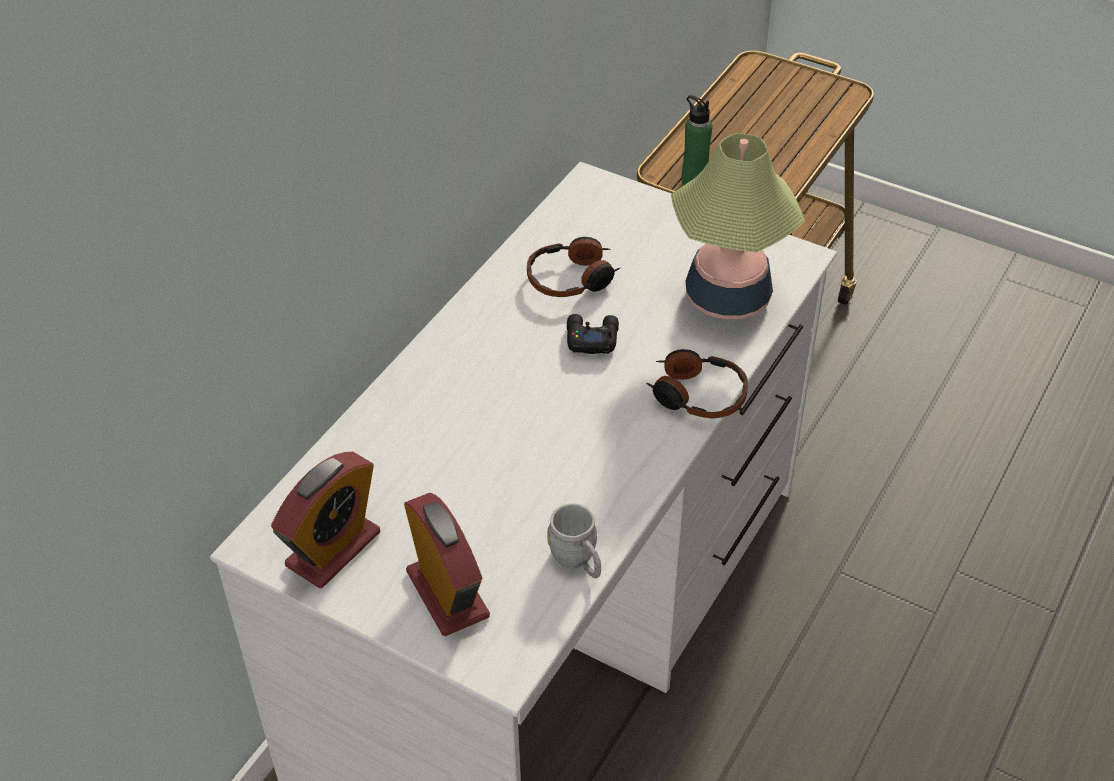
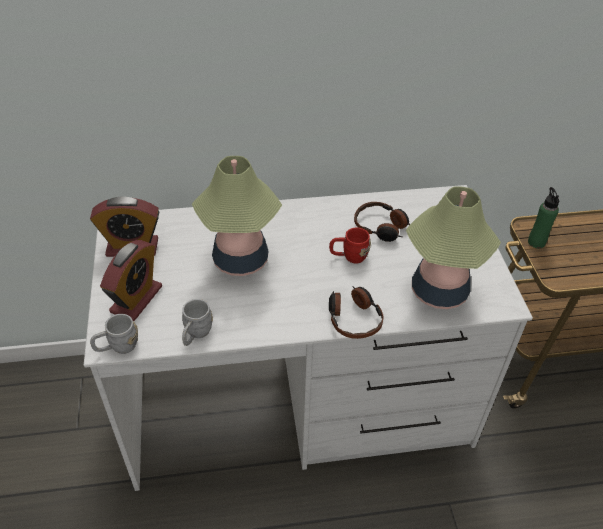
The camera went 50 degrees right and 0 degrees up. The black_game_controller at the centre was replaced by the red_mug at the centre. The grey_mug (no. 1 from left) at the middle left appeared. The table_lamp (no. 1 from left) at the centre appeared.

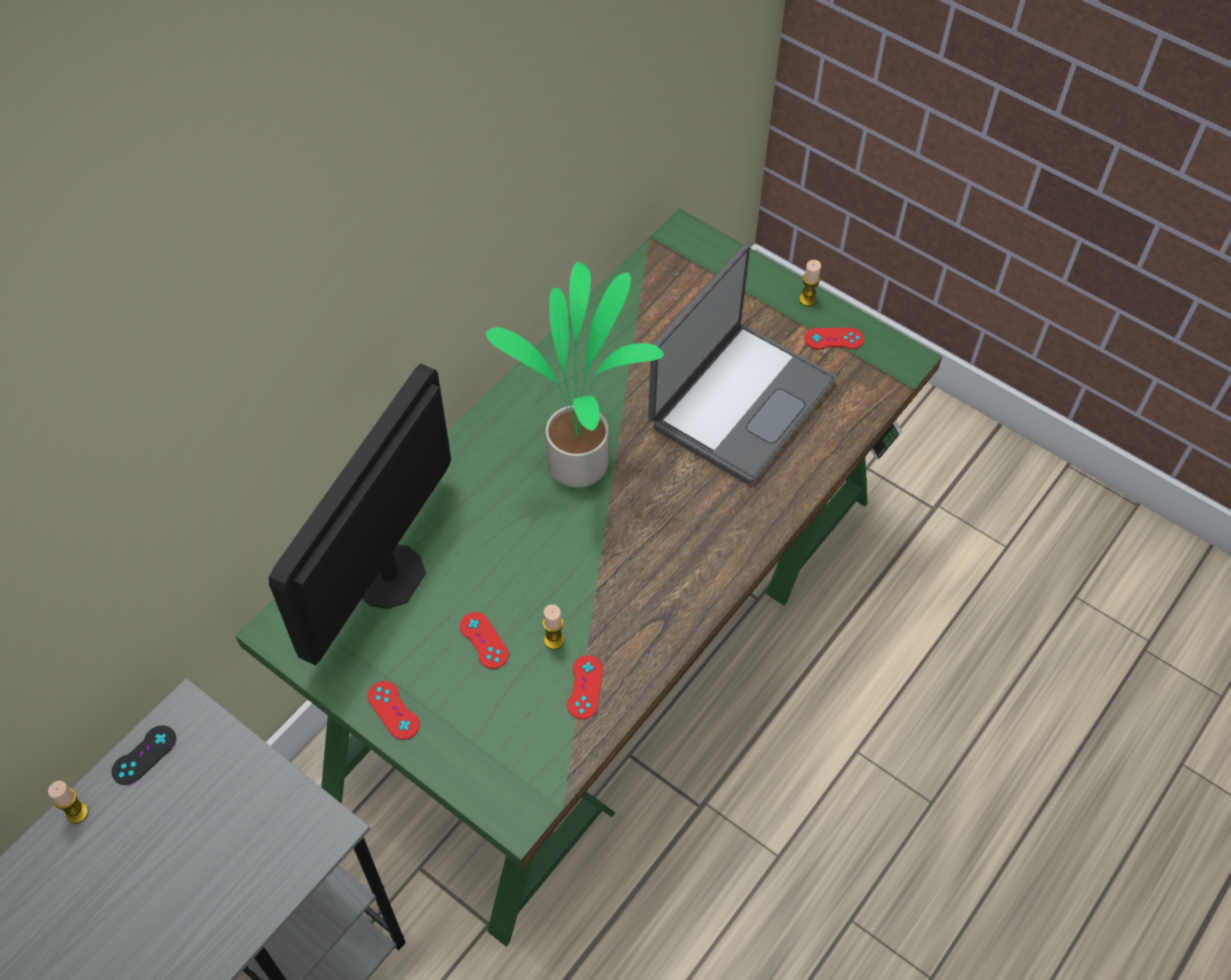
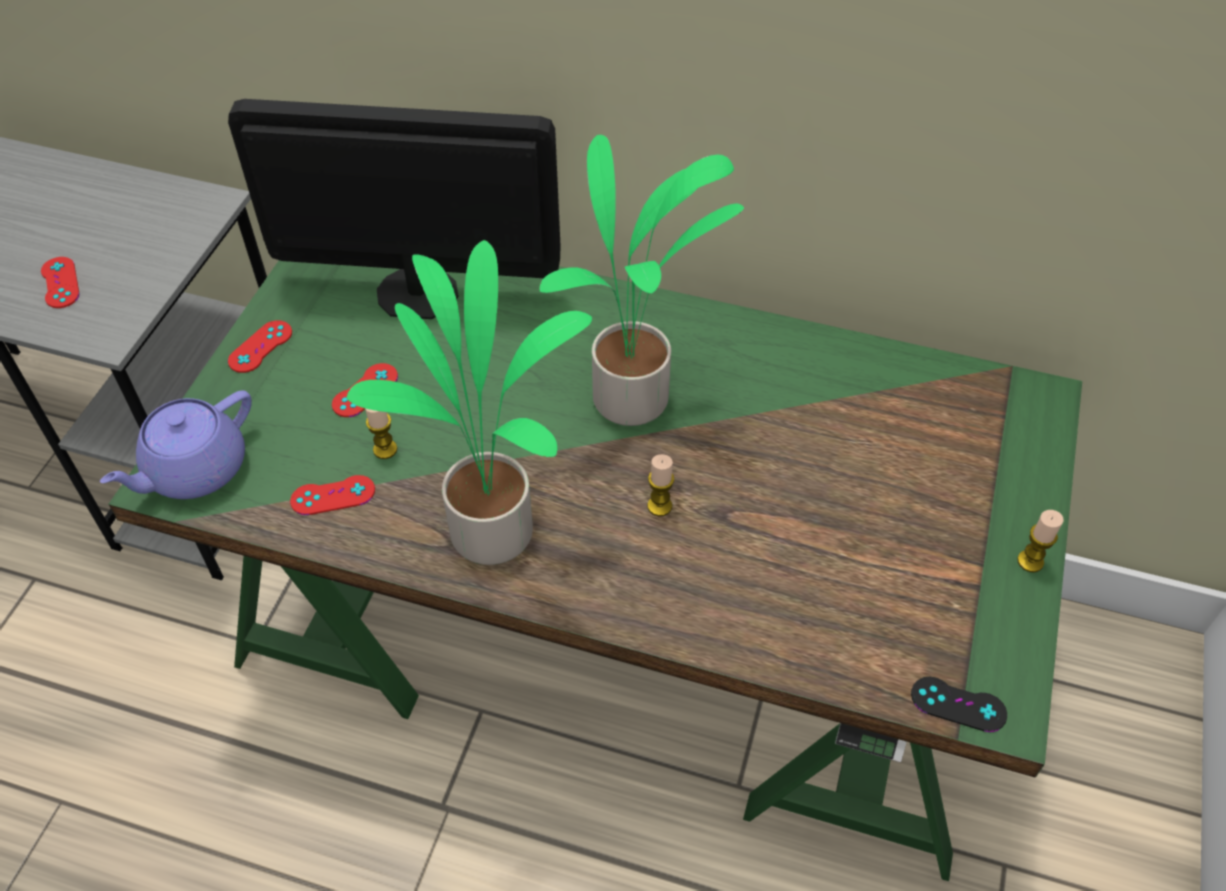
The camera went 70 degrees right and 5 degrees down. The candle (no. 1 from left in the first image) moved from the bottom left to the centre. The black_game_controller moved from the bottom left to the bottom right. The laptop at the centre disappeared. The red_game_controller (no. 4 from left in the first image) moved from the middle right to the top left. The purple_teapot at the middle left appeared. The potted_plant (no. 1 from left) at the centre appeared.

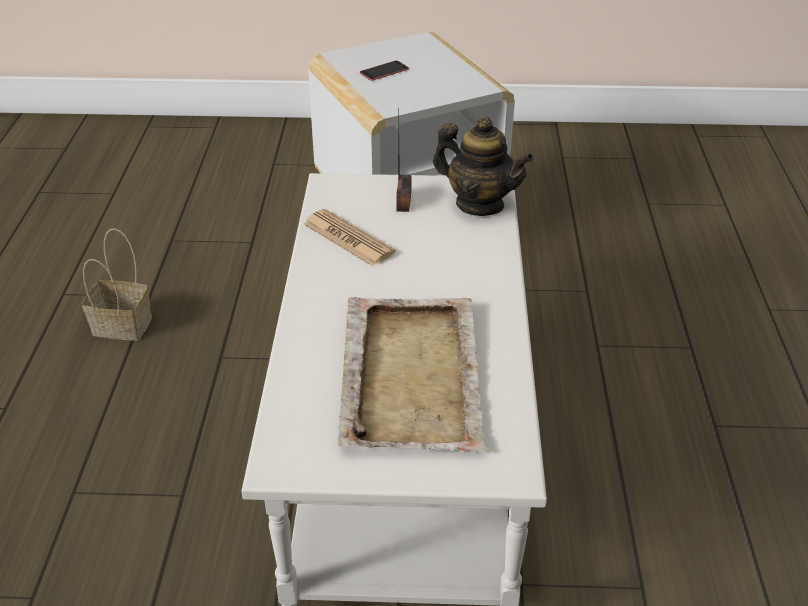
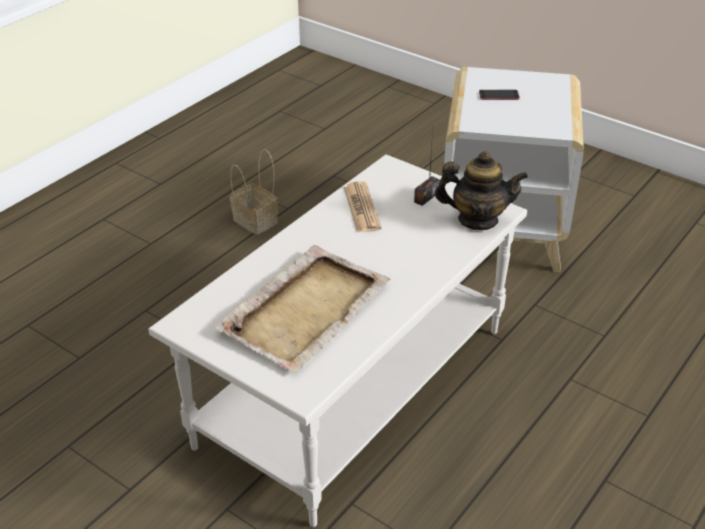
The camera went 35 degrees right and 0 degrees up. The teapot at the top centre turned 60 degrees counterclockwise.

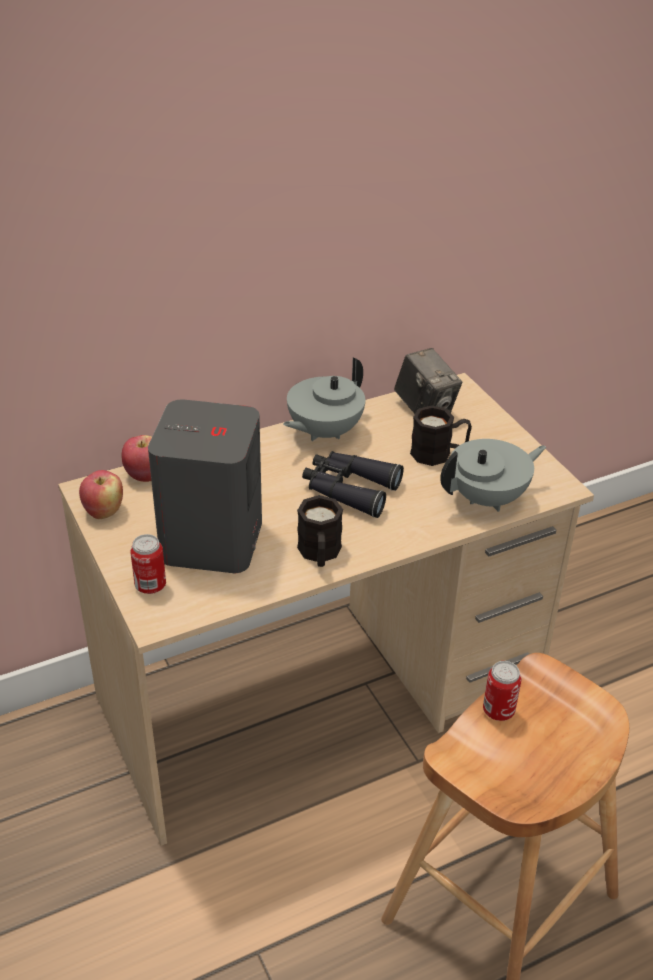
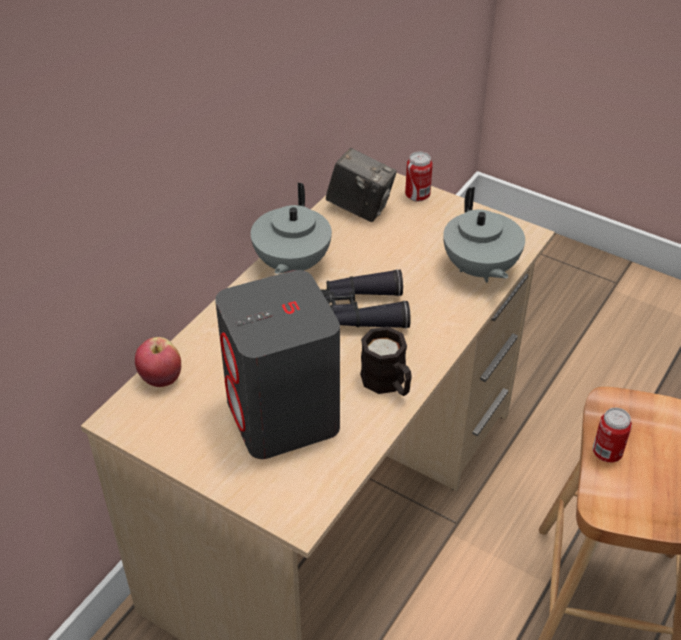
The camera went 30 degrees left and 5 degrees up. The apple (no. 1 from left) at the middle left disappeared. The can (no. 1 from left) moved from the middle left to the top centre. The black_mug (no. 2 from left) at the middle right disappeared. The grey_teapot (no. 2 from left) at the middle right turned 135 degrees clockwise.

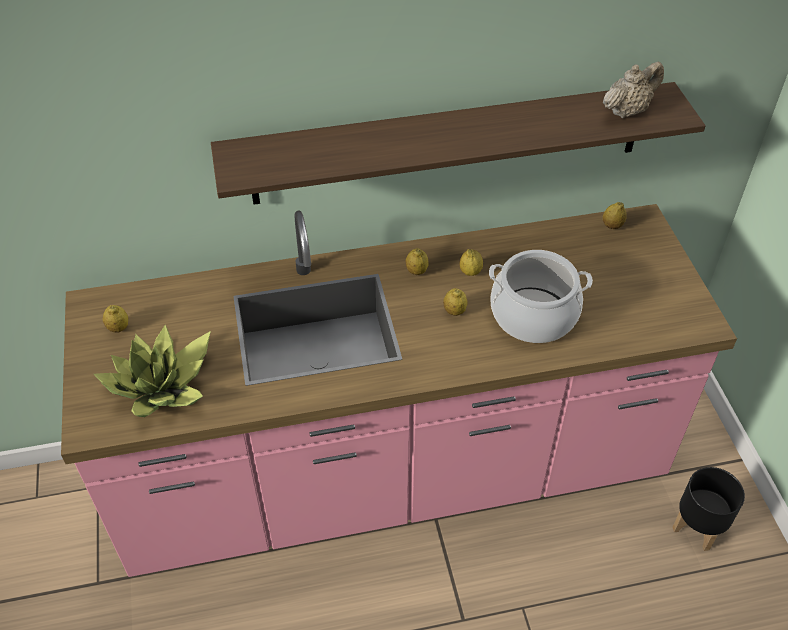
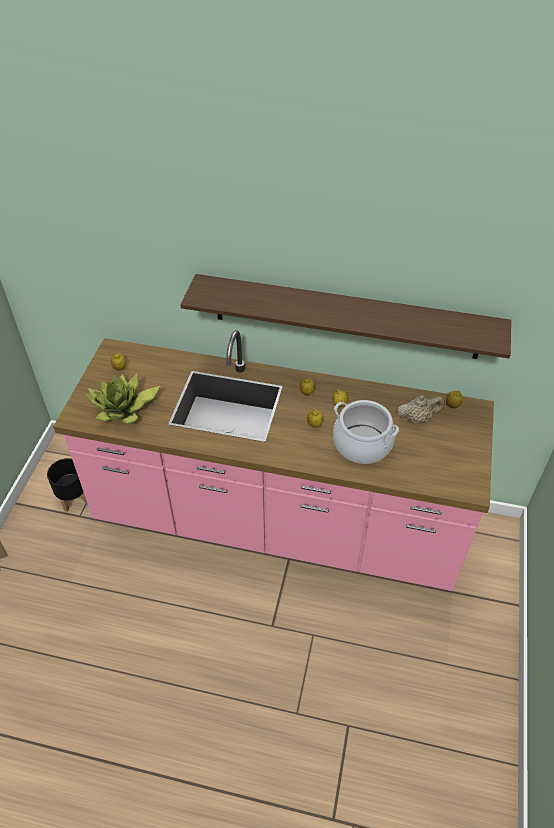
The camera went 25 degrees right and 0 degrees up. The beige_teapot moved from the top right to the middle right. The black_planter moved from the bottom right to the middle left.

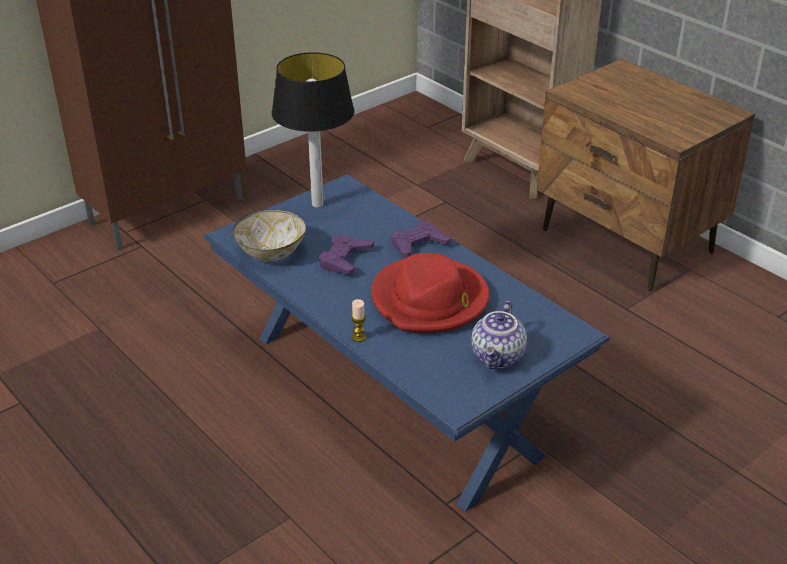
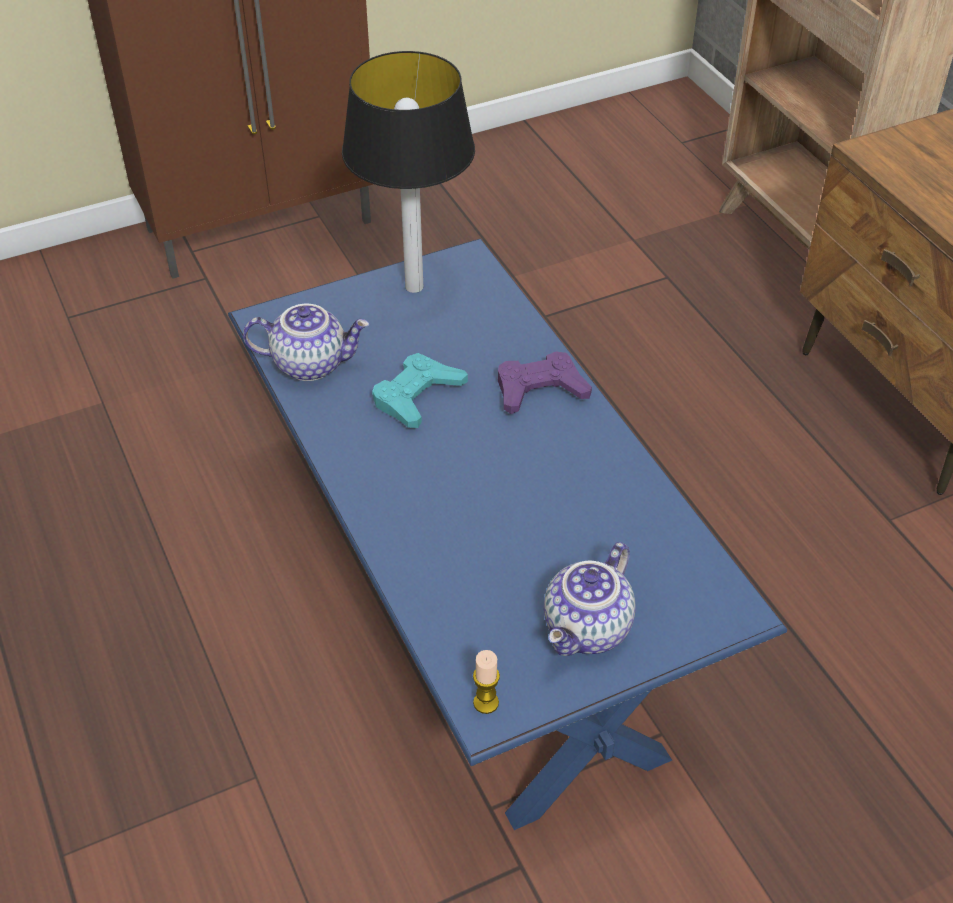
The camera went 15 degrees right and 10 degrees up. The bowl at the centre was replaced by the teapot (no. 1 from left) at the middle left. The purple_game_controller (no. 1 from left) at the centre became the turquoise_game_controller at the centre. The candle moved from the centre to the bottom centre. The red_hat at the centre disappeared.

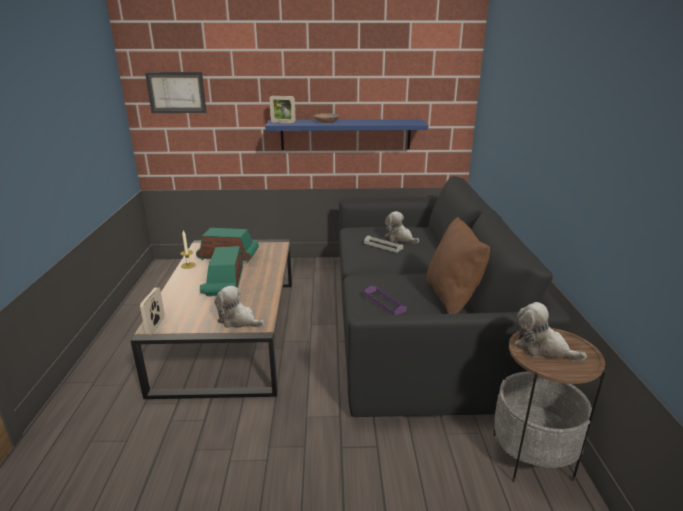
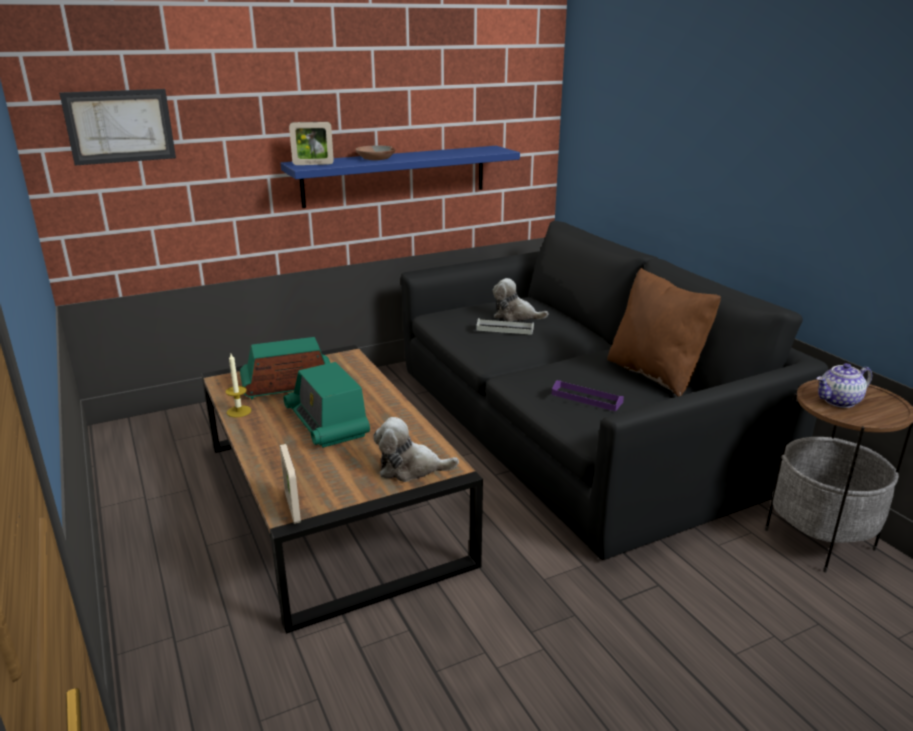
The camera went 25 degrees left and 0 degrees up. The plush_toy (no. 3 from left) at the middle right was replaced by the teapot at the middle right.

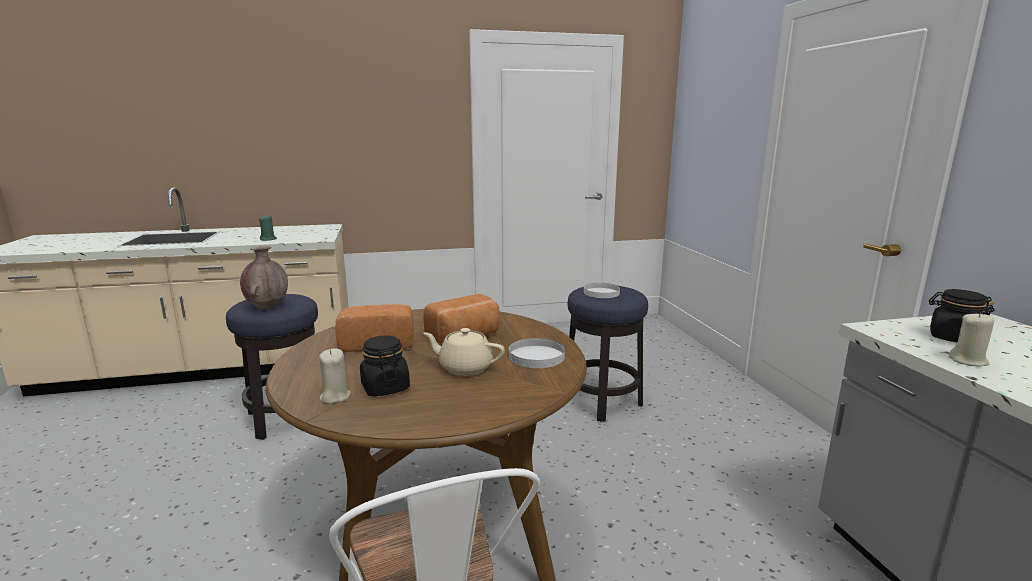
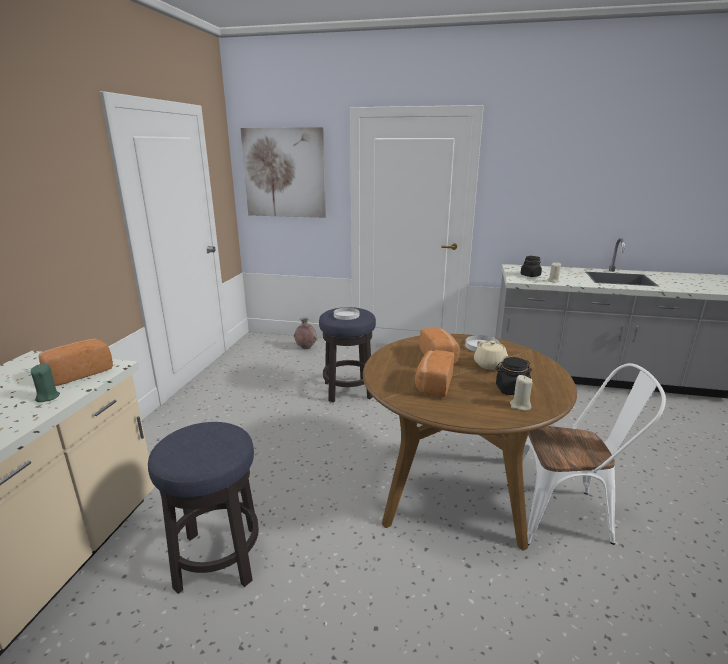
The camera went 65 degrees left and 5 degrees up. The brown_vase moved from the middle left to the centre. The beige_teapot at the centre turned 60 degrees counterclockwise. The bread (no. 1 from left) at the middle left appeared. The picture at the top centre appeared.

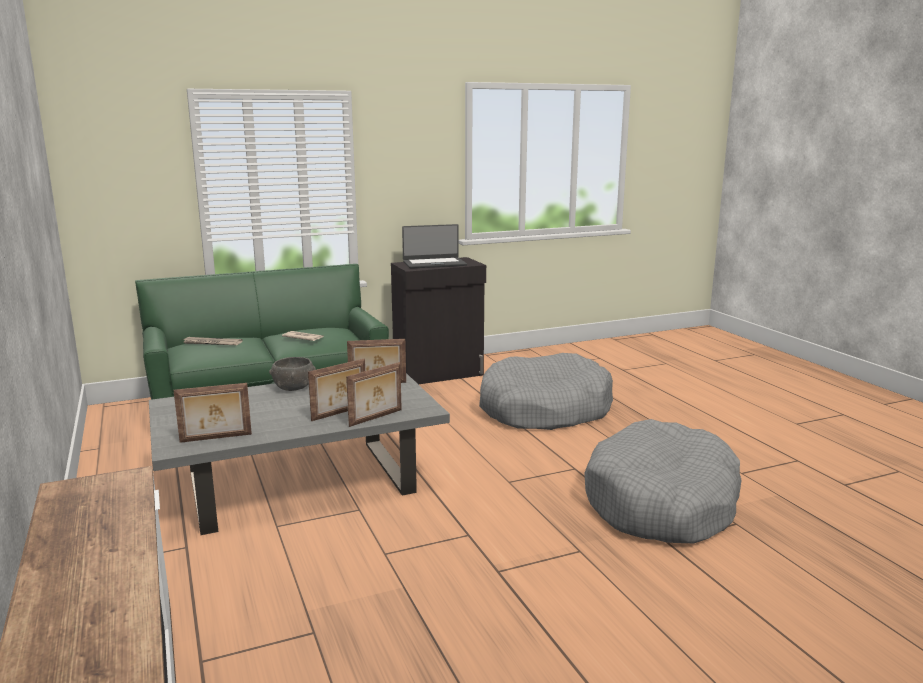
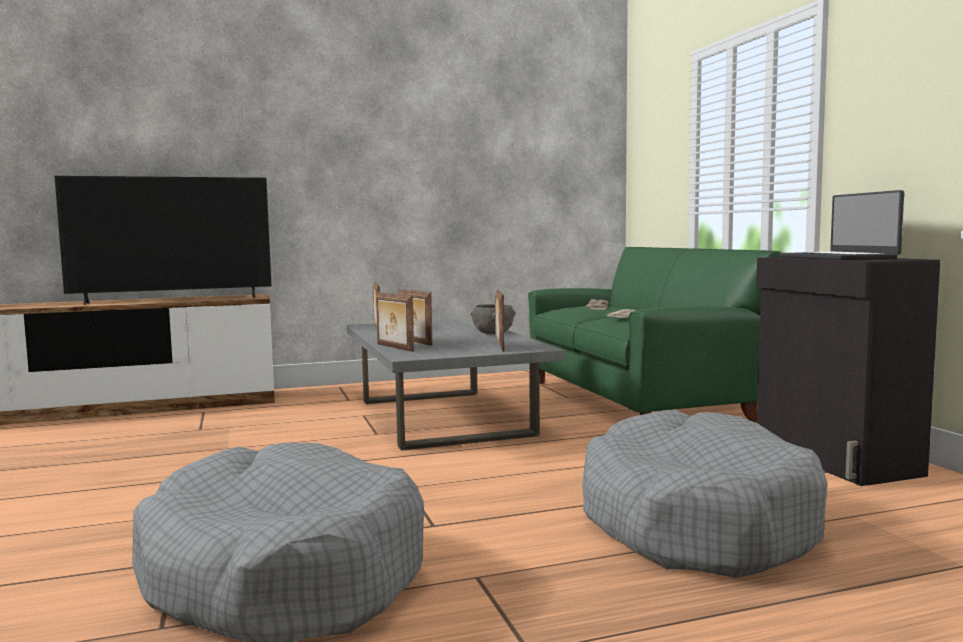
The camera went 95 degrees right and 10 degrees down. The television at the middle left appeared.

